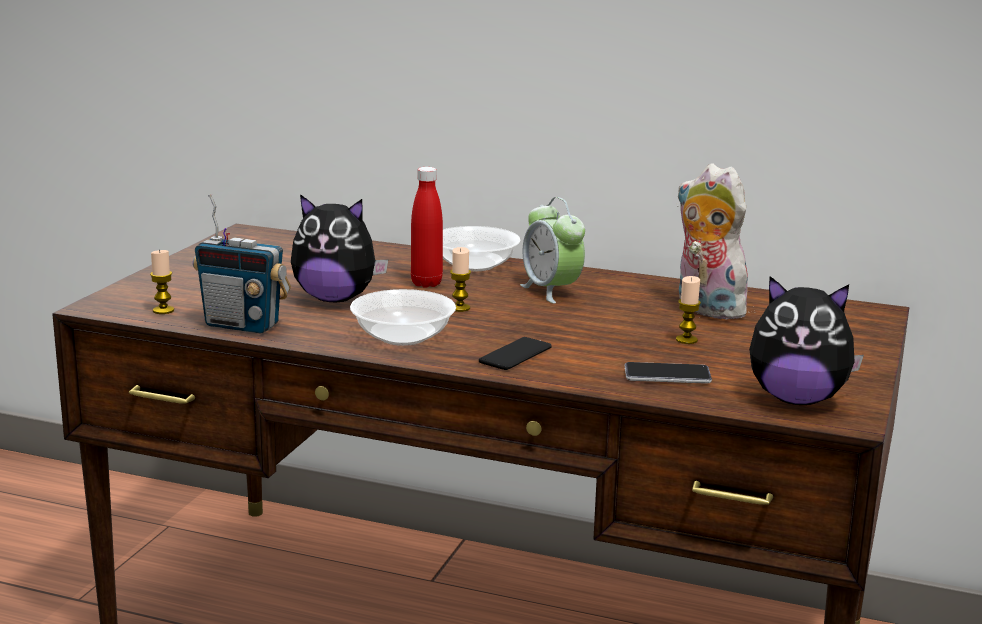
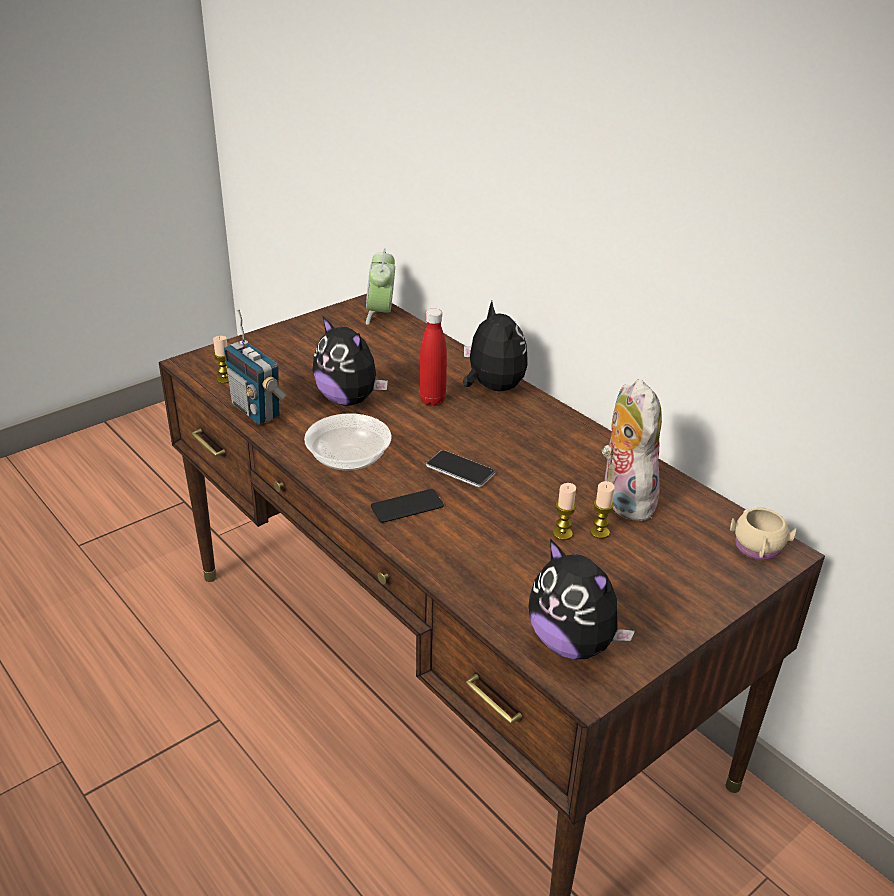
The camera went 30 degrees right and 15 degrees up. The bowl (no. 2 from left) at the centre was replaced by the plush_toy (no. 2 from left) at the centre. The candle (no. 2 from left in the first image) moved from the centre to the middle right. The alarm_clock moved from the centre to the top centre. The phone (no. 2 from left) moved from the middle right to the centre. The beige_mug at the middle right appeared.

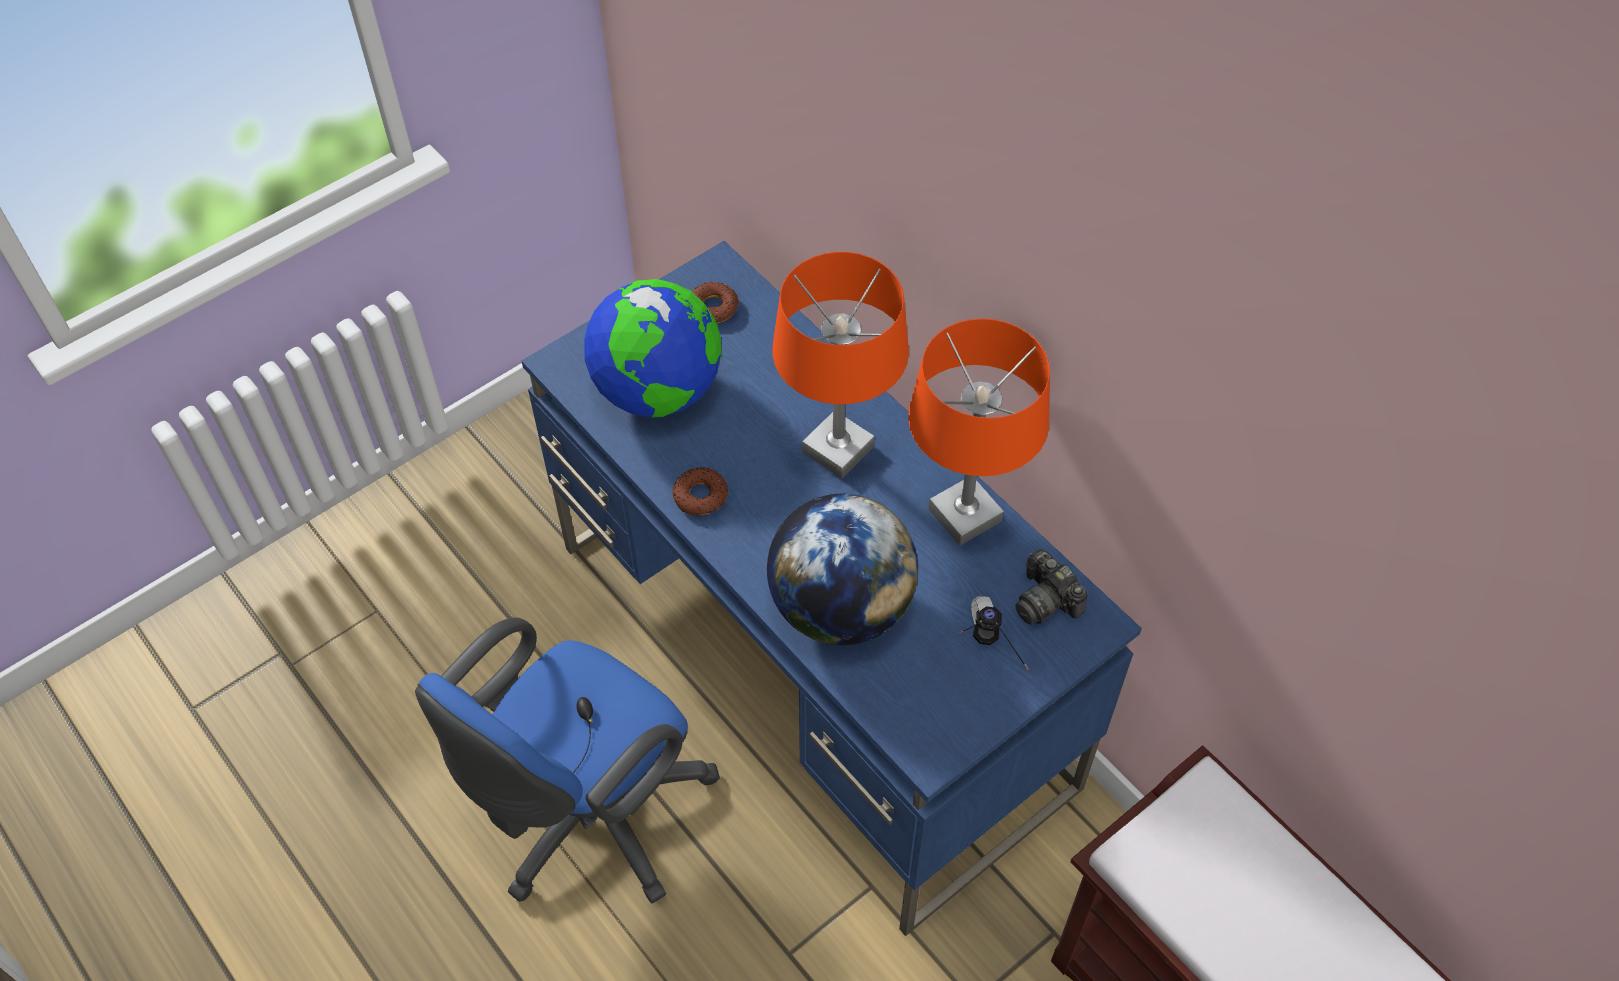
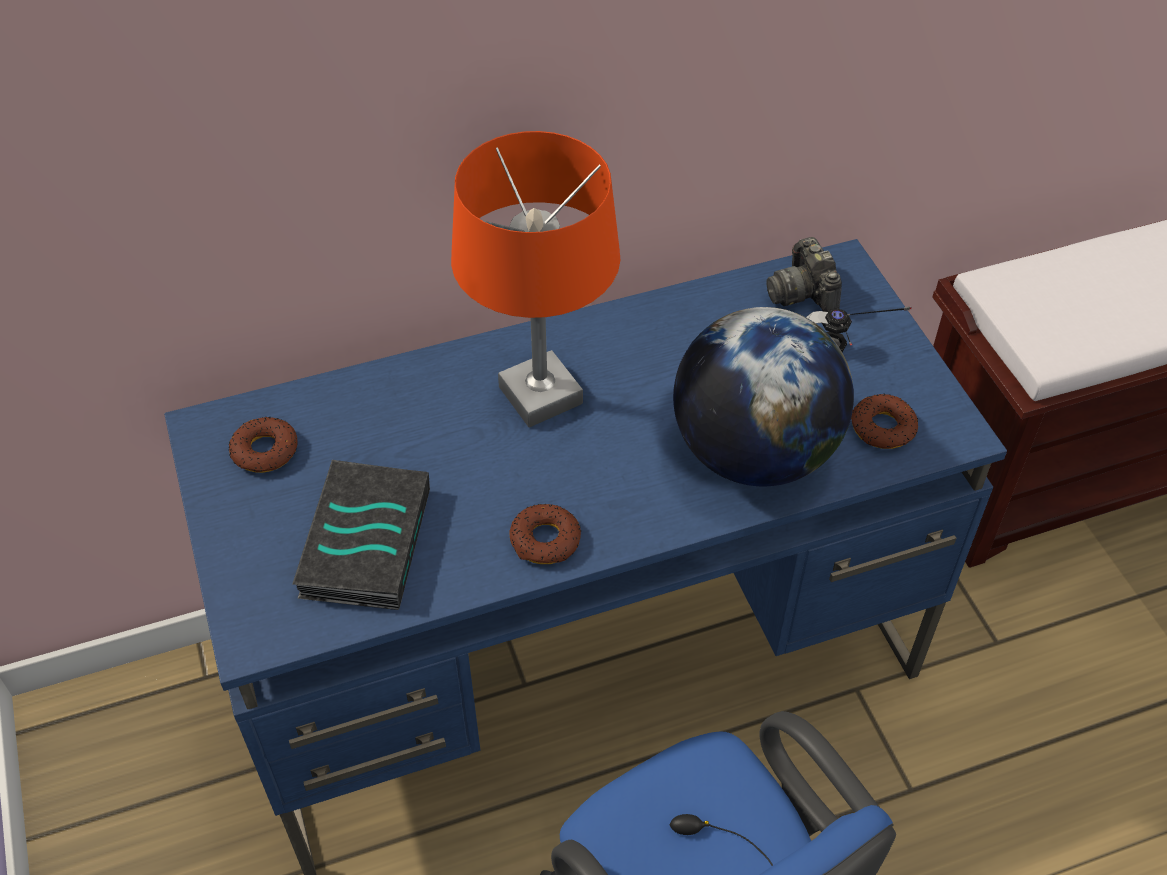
The camera went 70 degrees left and 5 degrees down. The globe (no. 1 from left) at the centre was replaced by the book at the middle left. The orange_table_lamp (no. 2 from left) at the centre disappeared. The photo_camera at the centre turned 90 degrees clockwise. The donut (no. 3 from left) at the middle right appeared.

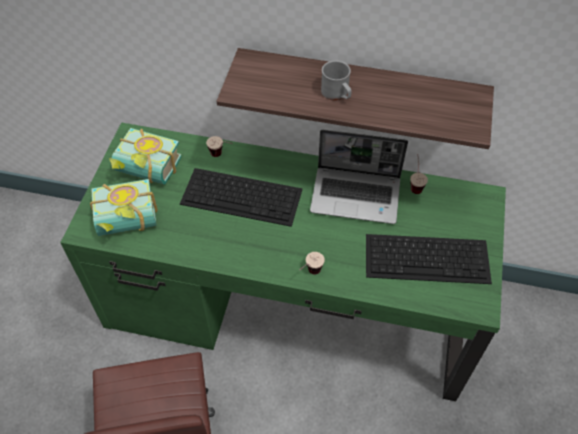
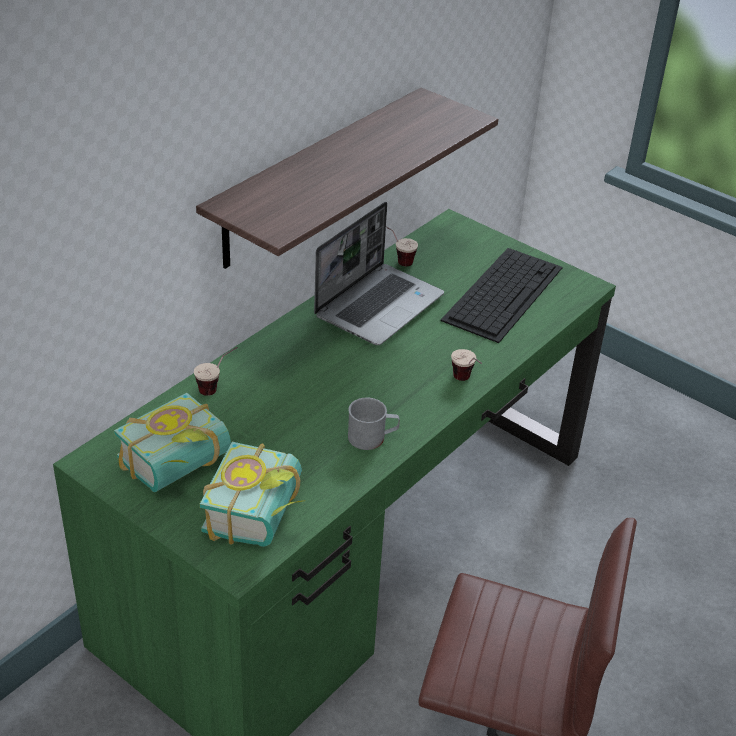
The camera went 65 degrees left and 15 degrees down. The keyboard (no. 1 from left) at the centre disappeared. The grey_mug moved from the top centre to the centre.

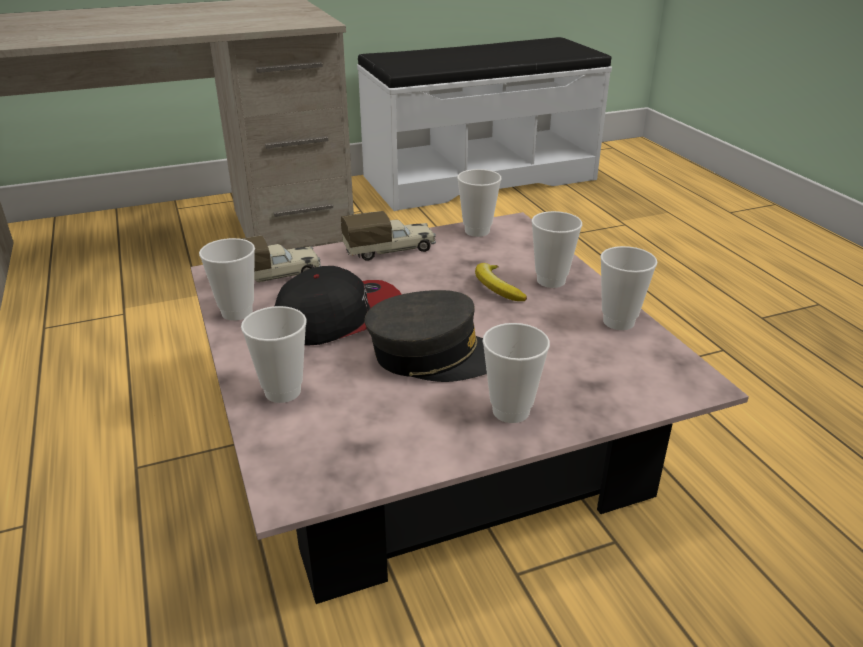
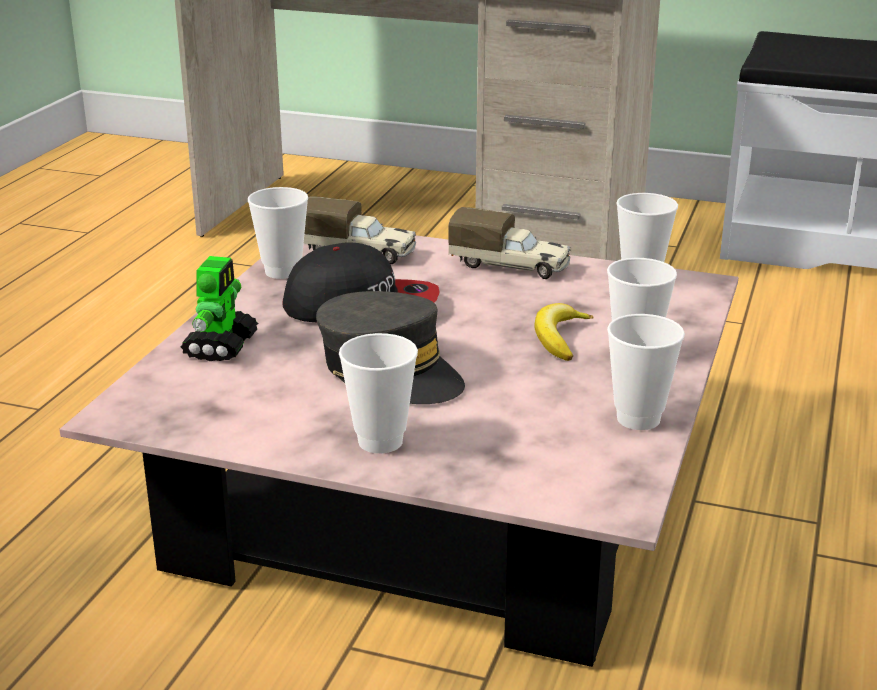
The camera went 40 degrees right and 5 degrees down. The cup (no. 2 from left) at the middle left was replaced by the toy_robot at the middle left.

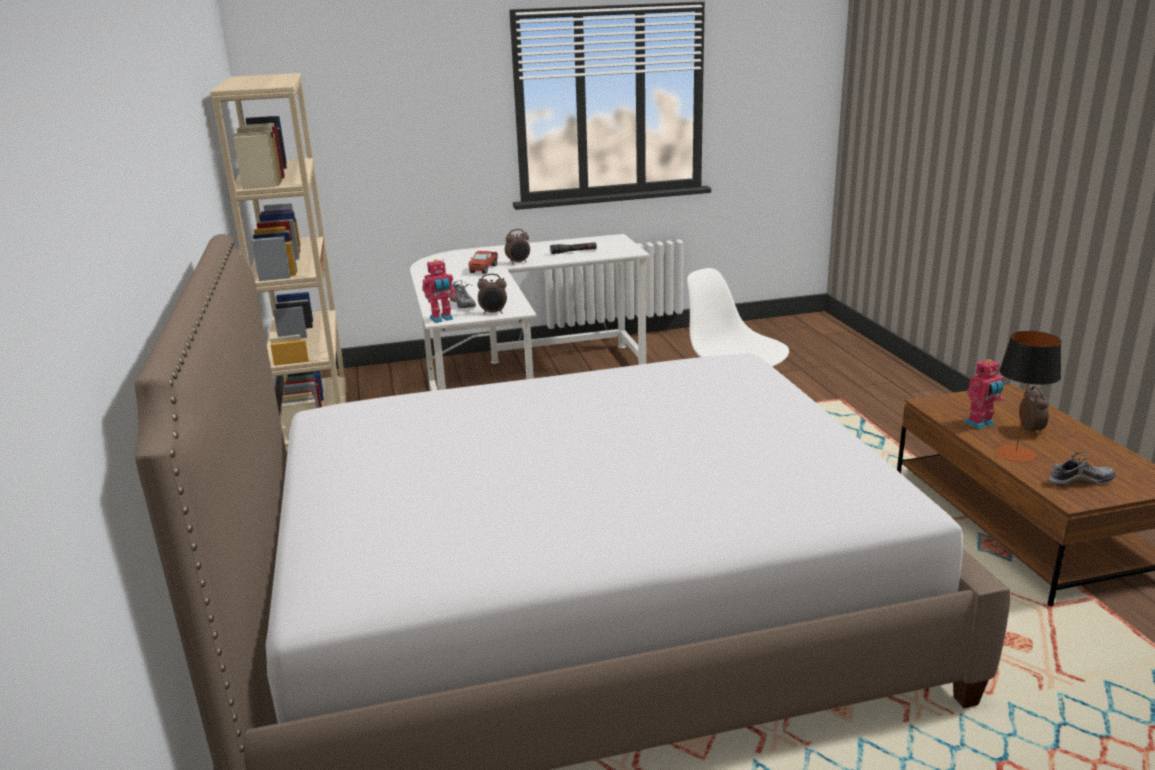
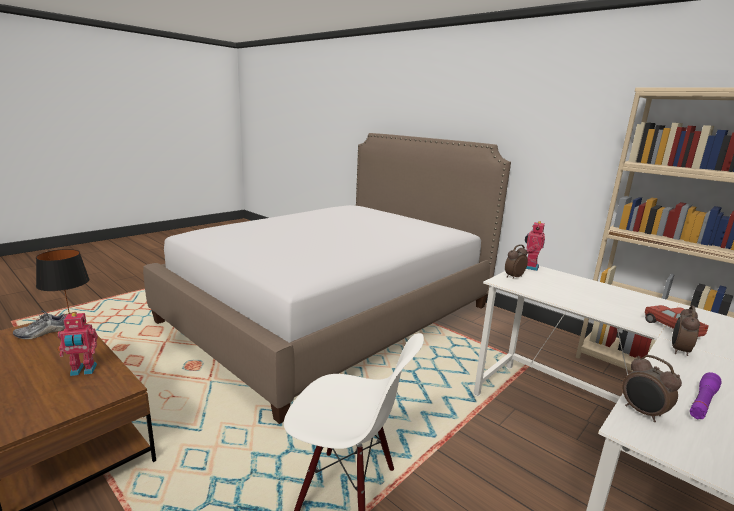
The camera went 145 degrees right and 5 degrees down. The shoe (no. 1 from left) at the centre disappeared. The black_flashlight at the top centre became the purple_flashlight at the bottom right. The toy_robot (no. 2 from left in the first image) at the middle right turned 135 degrees counterclockwise. The alarm_clock (no. 3 from left in the first image) moved from the middle right to the bottom right.

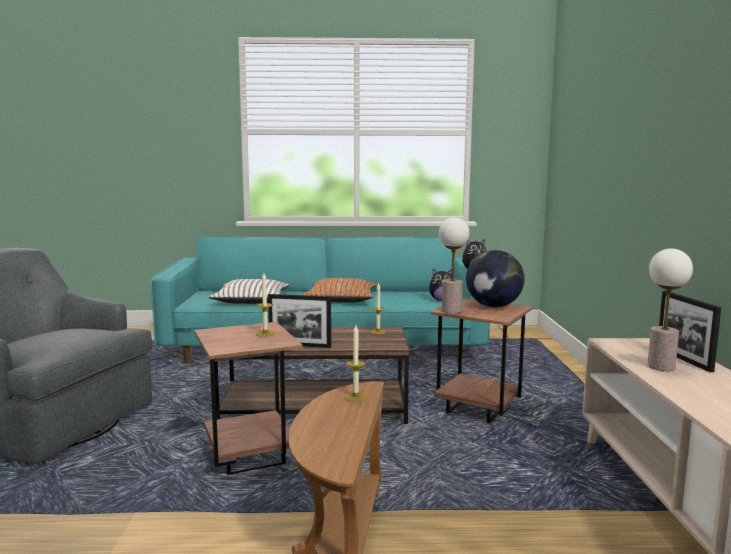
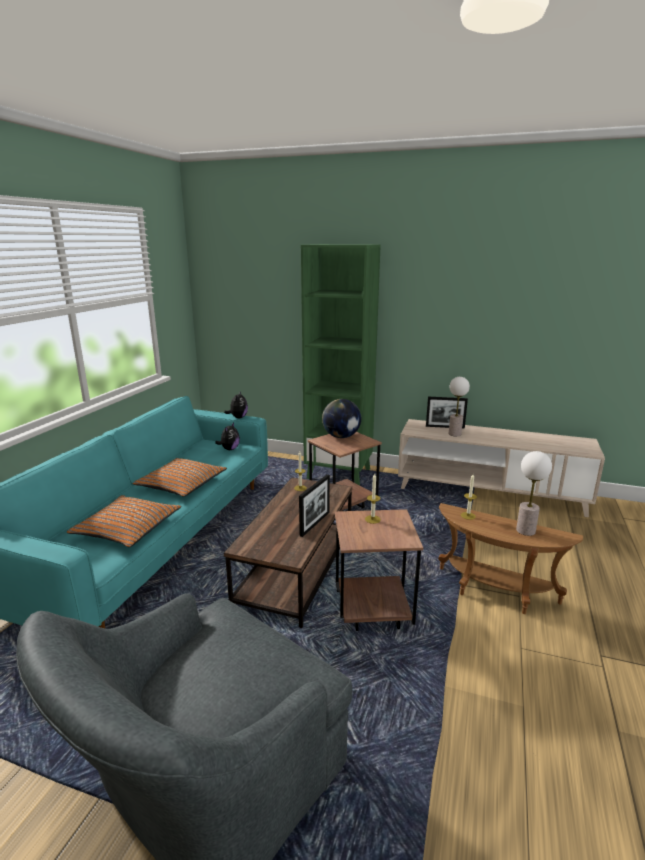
The camera went 70 degrees left and 10 degrees up. The white_pillow at the centre became the orange_pillow (no. 1 from left) at the middle left. The table_lamp (no. 1 from left in the first image) moved from the centre to the middle right. The green_bookcase at the centre appeared.

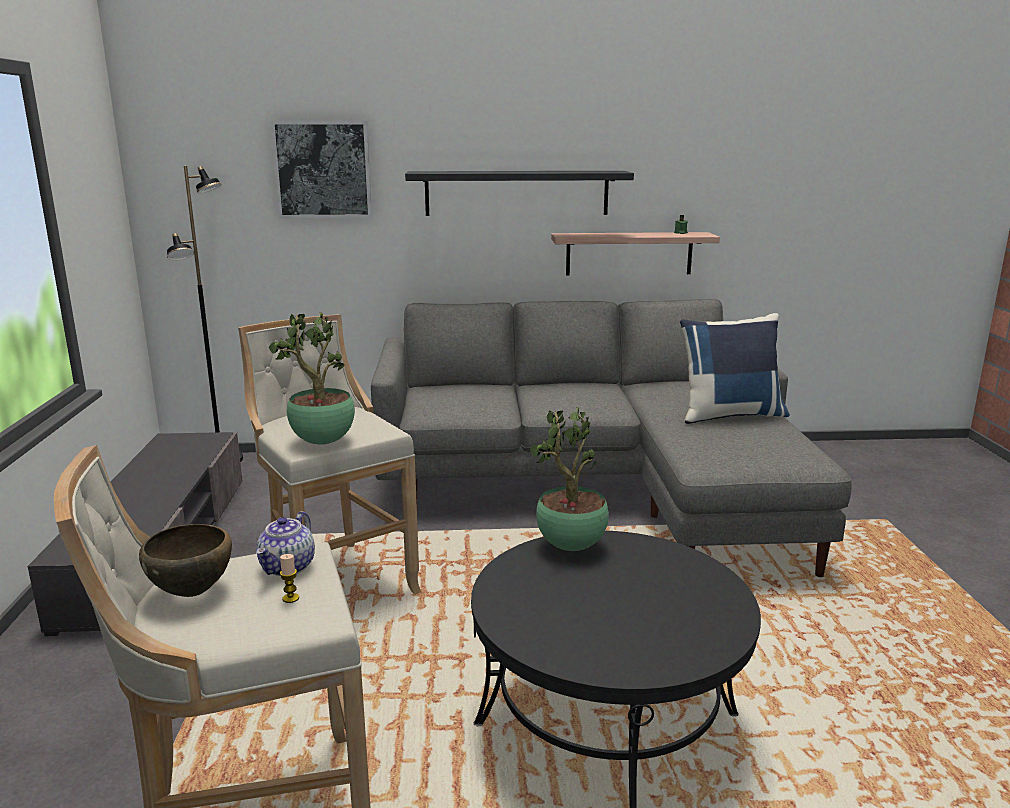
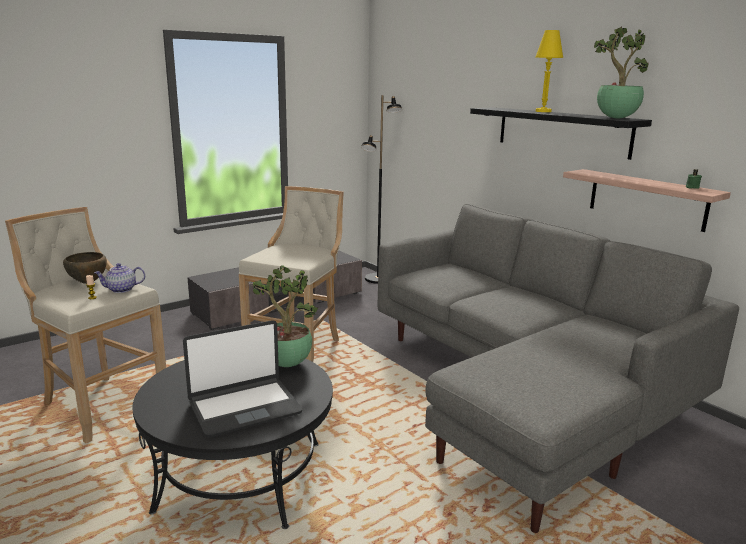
The camera went 55 degrees right and 0 degrees up. The potted_plant (no. 1 from left in the first image) moved from the middle left to the top right. The picture at the top left disappeared. The blue_pillow at the middle right disappeared. The laptop at the bottom left appeared. The yellow_table_lamp at the top right appeared.

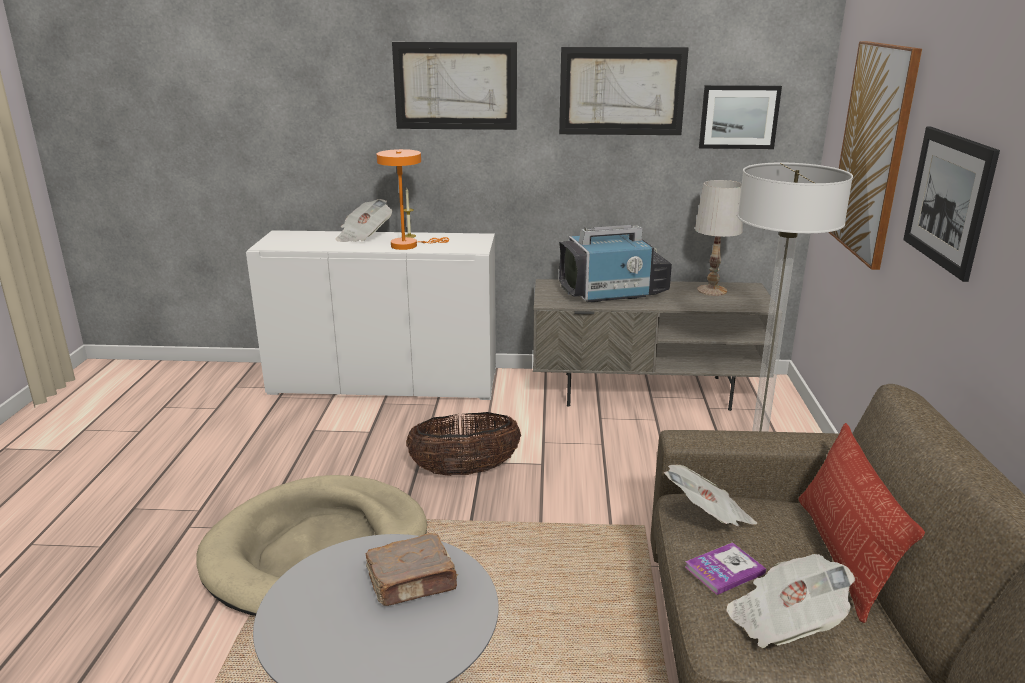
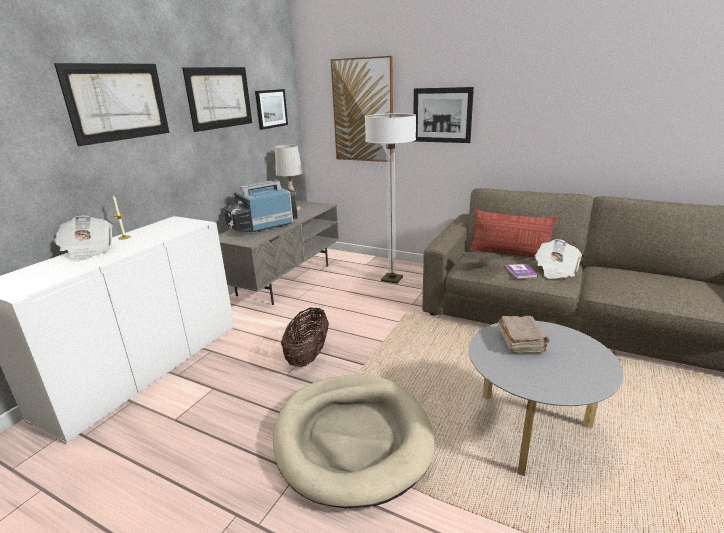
The camera went 65 degrees left and 0 degrees up. The orange_table_lamp at the top centre disappeared. The television at the centre turned 135 degrees counterclockwise.

